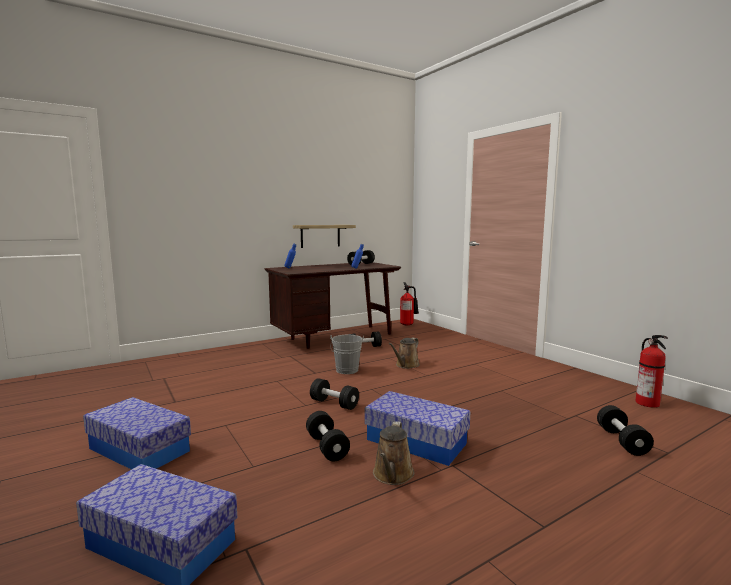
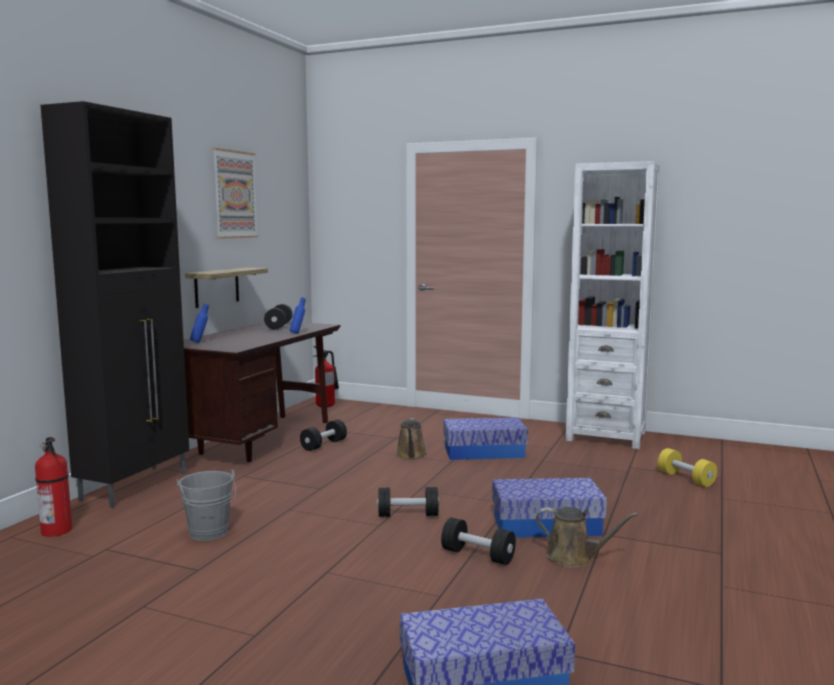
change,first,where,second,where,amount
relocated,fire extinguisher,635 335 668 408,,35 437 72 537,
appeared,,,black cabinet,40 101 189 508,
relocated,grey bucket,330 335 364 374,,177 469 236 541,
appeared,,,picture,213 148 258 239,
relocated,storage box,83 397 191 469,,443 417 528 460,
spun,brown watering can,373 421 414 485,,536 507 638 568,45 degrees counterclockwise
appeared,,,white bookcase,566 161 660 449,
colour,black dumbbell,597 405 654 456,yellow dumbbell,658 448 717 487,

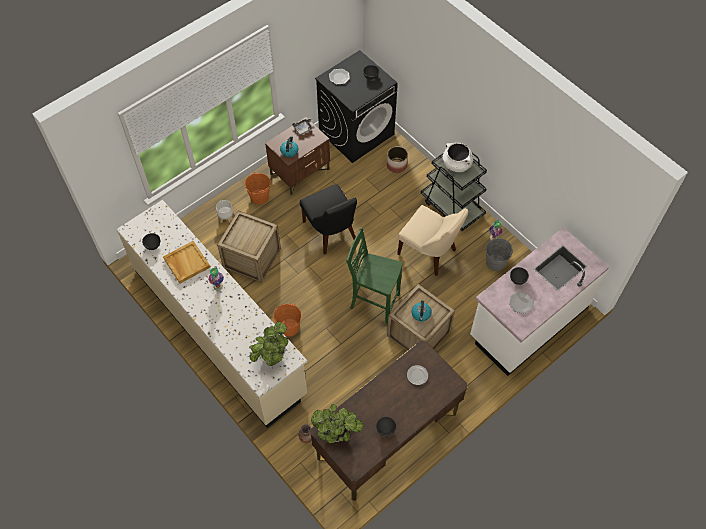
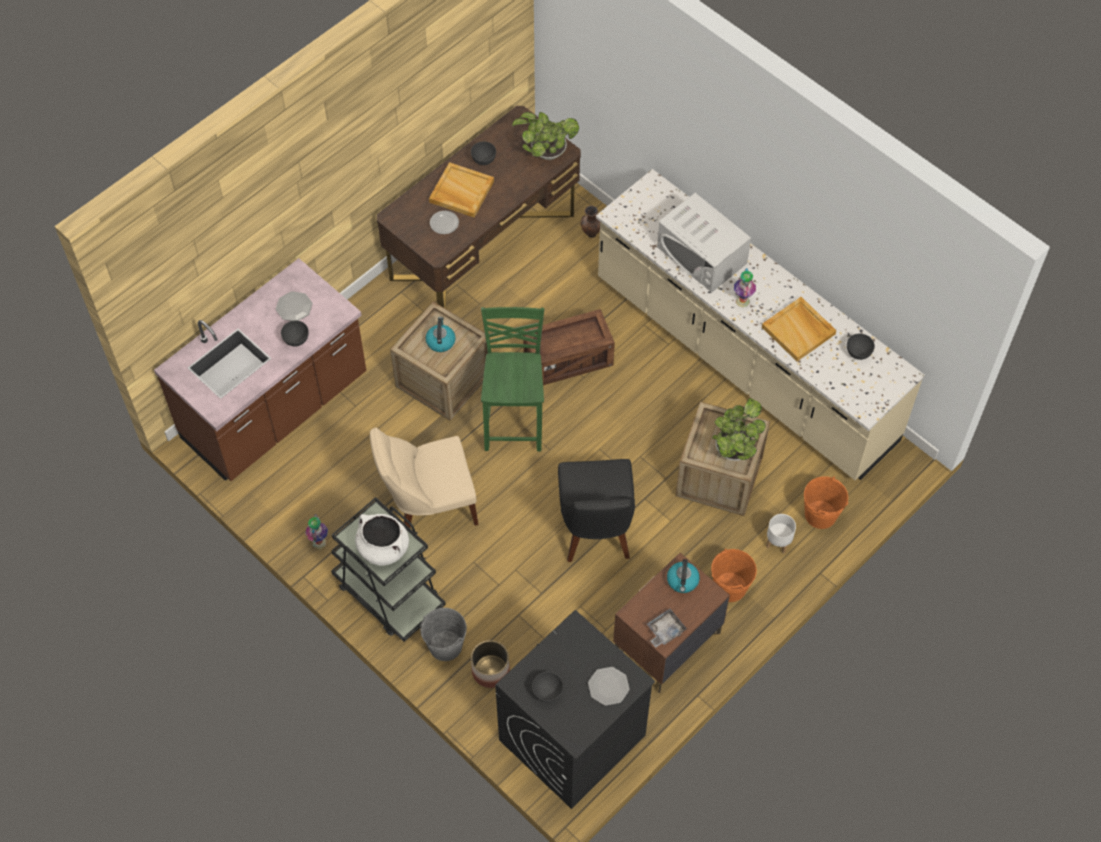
change,first,where,second,where,amount
colour,white counter,470 228 609 376,brown counter,154 258 366 481,
spun,beige chair,397 205 468 276,,370 427 478 528,45 degrees counterclockwise
relocated,grey bucket,486 238 513 271,,420 608 467 661,
appeared,,,beige tray,429 162 494 218,
spun,green chair,346 228 402 324,,481 307 545 451,105 degrees counterclockwise
appeared,,,crate,523 309 615 385,
spun,black chair,300 184 357 255,,558 459 635 562,150 degrees counterclockwise
appeared,,,white microwave,657 193 751 292,
relocated,potted plant,249 322 288 366,,712 398 766 461,
relocated,orange bucket,273 304 302 337,,804 476 848 529,

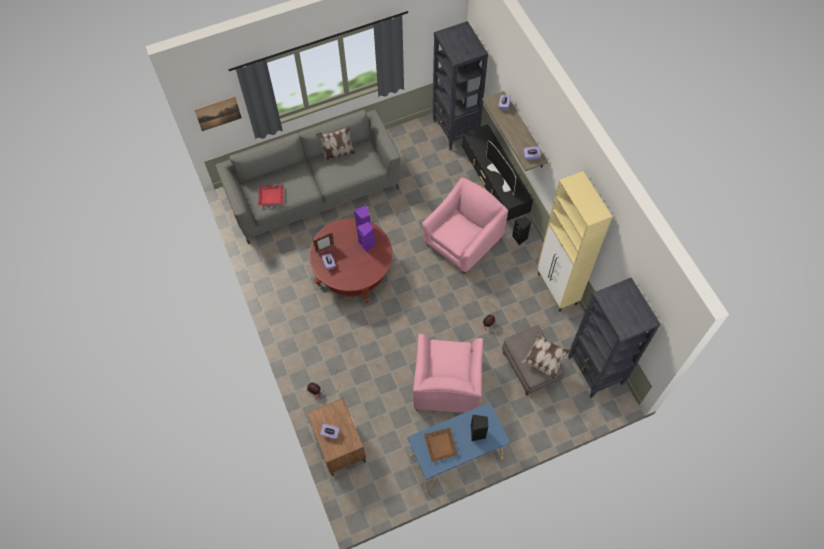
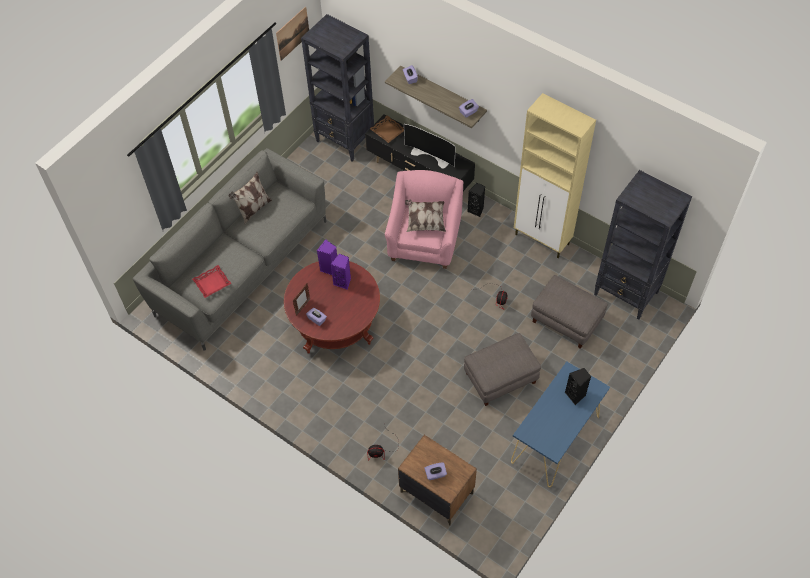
change,first,where,second,where,amount
relocated,picture,194 96 242 131,,276 6 309 61,
relocated,brown tray,424 427 458 462,,370 115 404 143,
relocated,pillow,521 332 571 380,,405 200 446 232,
exchanged,pink armchair,413 334 483 413,grey ottoman,464 333 541 406,

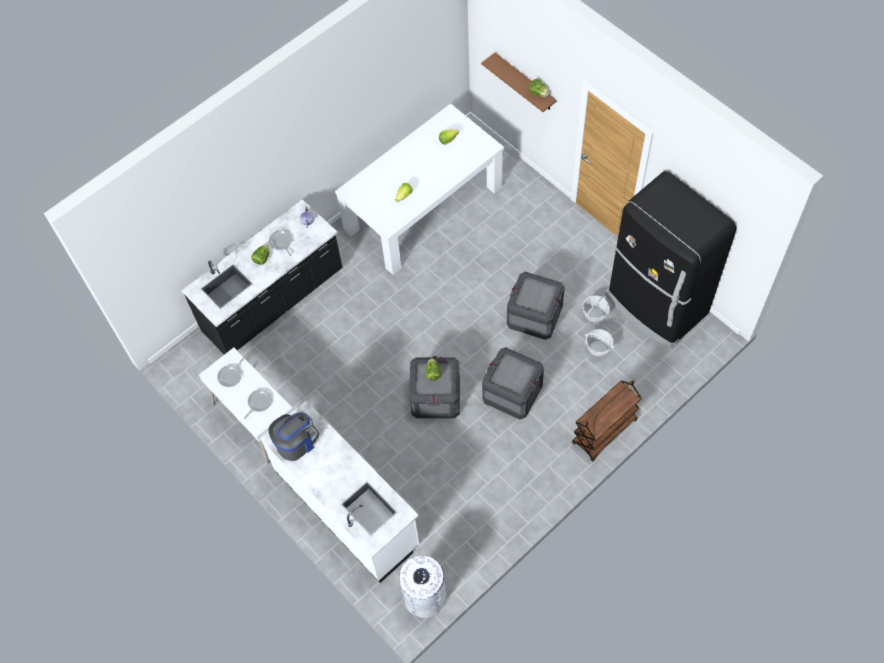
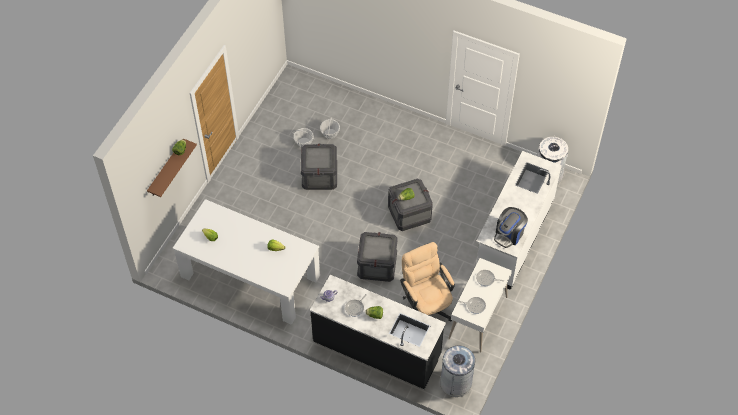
change,first,where,second,where,amount
relocated,crate,482 347 544 420,,357 232 398 282,
appeared,,,beige office chair,400 242 455 321,
appeared,,,grey trash can,440 346 475 397,
spun,coffee machine,269 411 319 461,,494 207 528 248,75 degrees counterclockwise
missing,brown cart,572 380 642 462,,,
missing,black fridge,605 171 736 349,,,

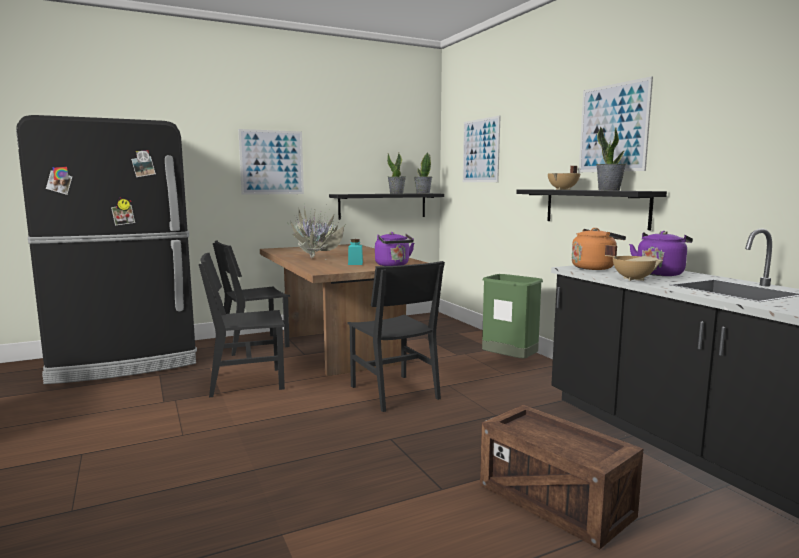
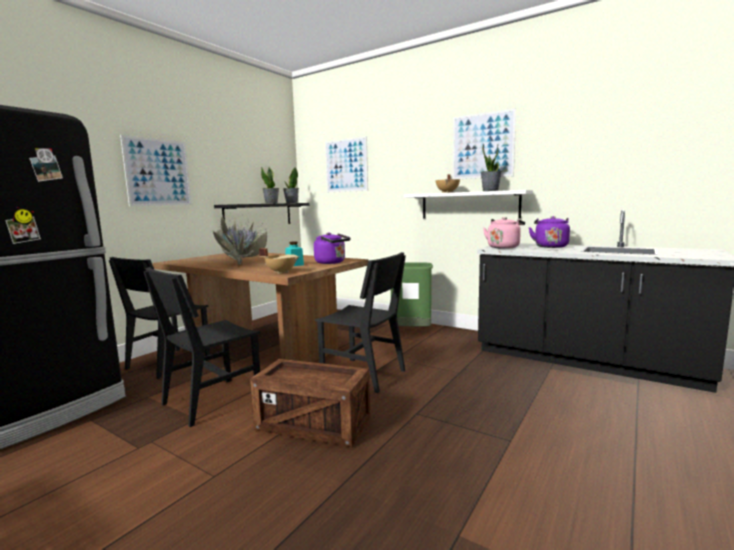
change,first,where,second,where,amount
relocated,crate,480 405 643 550,,250 359 370 447,
relocated,beige cooking pot,605 245 663 281,,259 248 299 274,
colour,black shelf,516 189 667 230,white shelf,404 190 533 219,
colour,orange kettle,572 228 626 270,pink kettle,483 217 525 249,

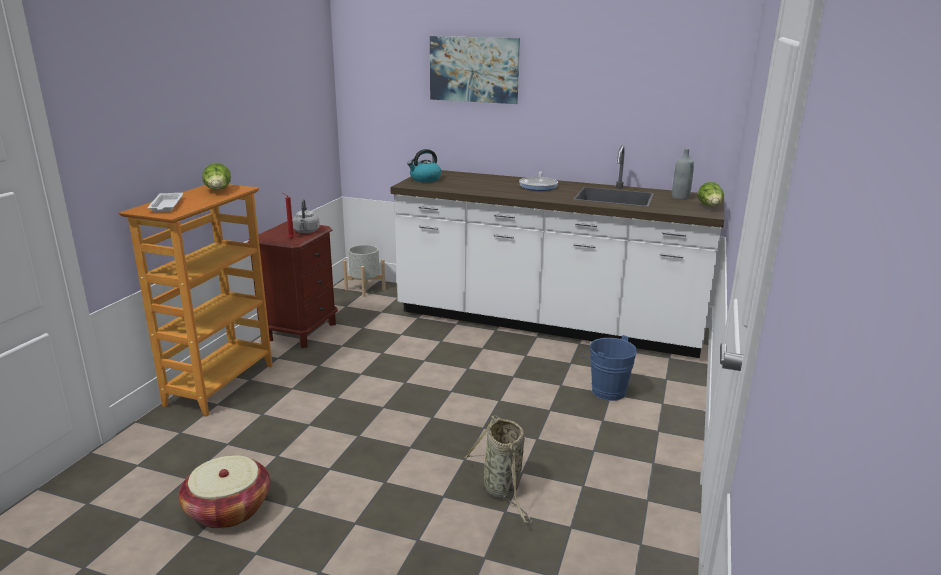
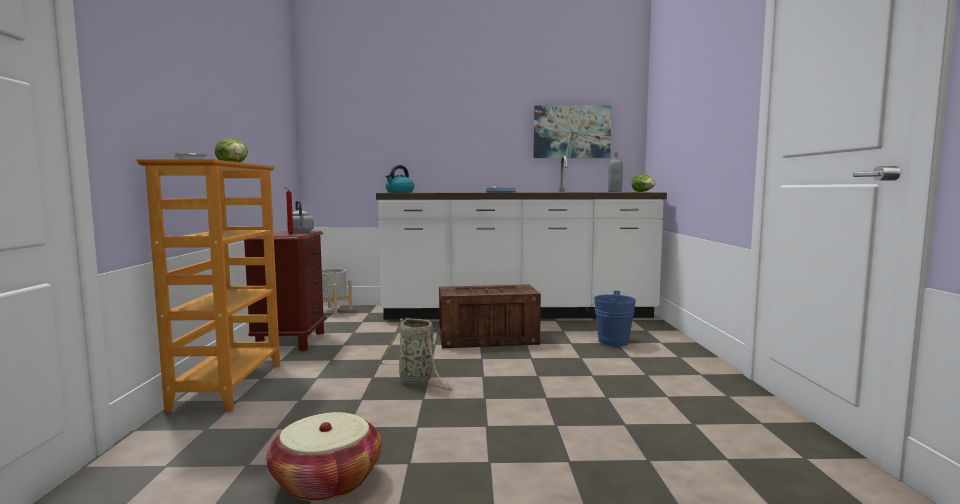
change,first,where,second,where,amount
relocated,basket,464 416 532 523,,378 317 452 391,
appeared,,,crate,439 284 541 348,
relocated,picture,430 36 520 104,,533 106 612 158,

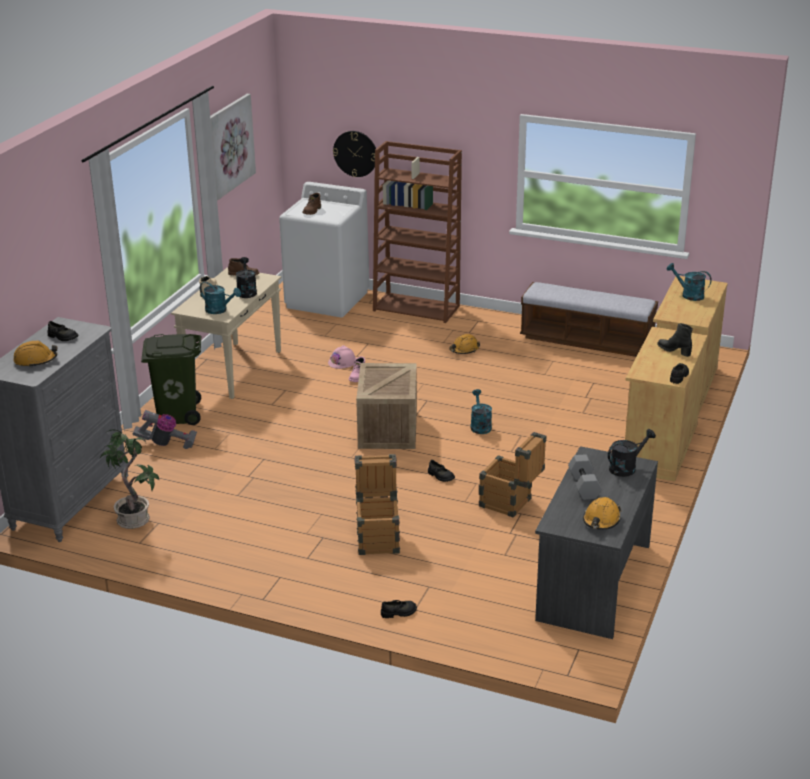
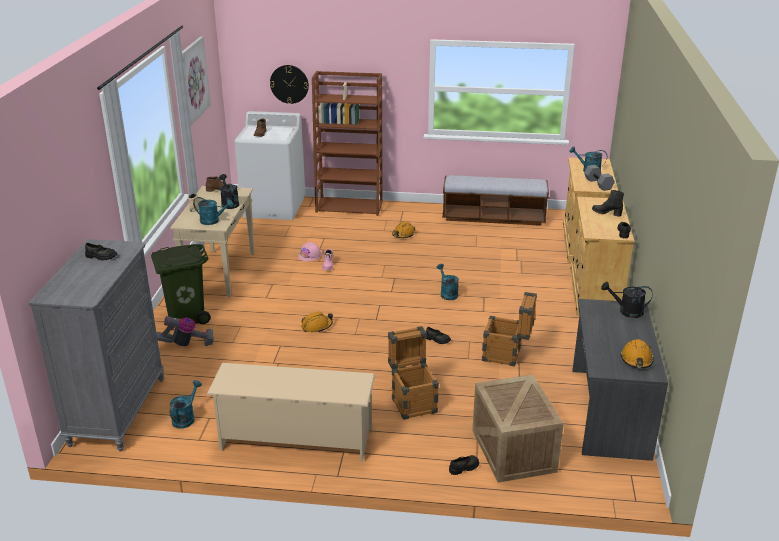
change,first,where,second,where,amount
exchanged,potted plant,100 429 159 529,turquoise watering can,170 380 202 429,
appeared,,,beige shoe rack,206 363 375 462,
relocated,orange hard hat,13 341 57 367,,301 312 333 332,
relocated,crate,356 363 417 449,,472 375 564 483,
relocated,grey dumbbell,568 454 602 500,,584 165 615 191,
spun,black watering can,608 429 656 477,,601 282 653 318,120 degrees counterclockwise

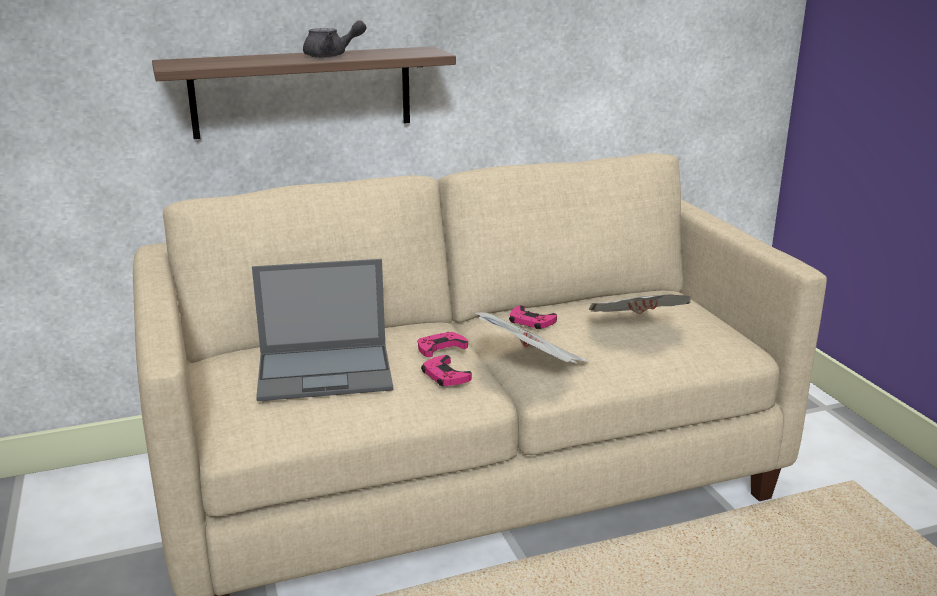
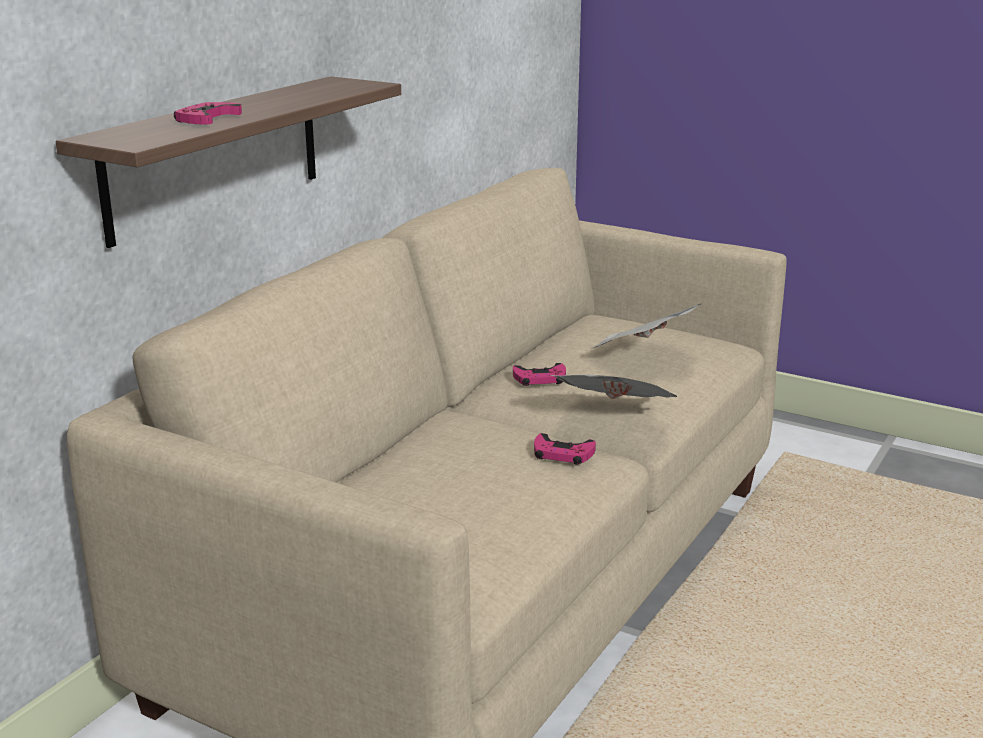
change,first,where,second,where,amount
relocated,pink game controller,418 332 468 357,,174 102 242 125,
missing,laptop,252 259 393 401,,,
missing,grey teapot,303 20 367 58,,,

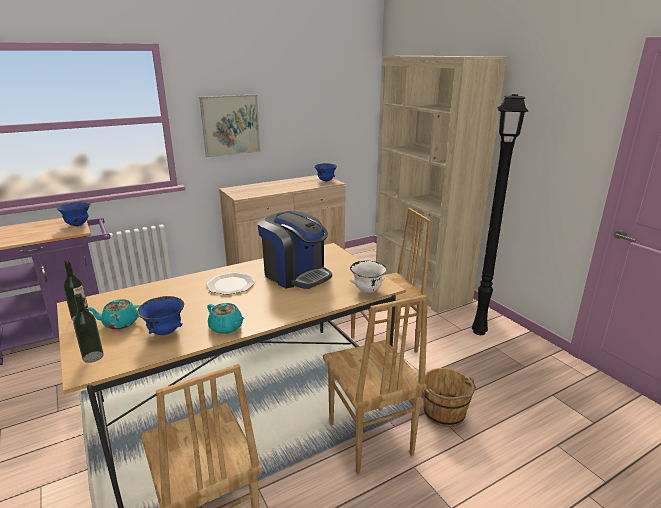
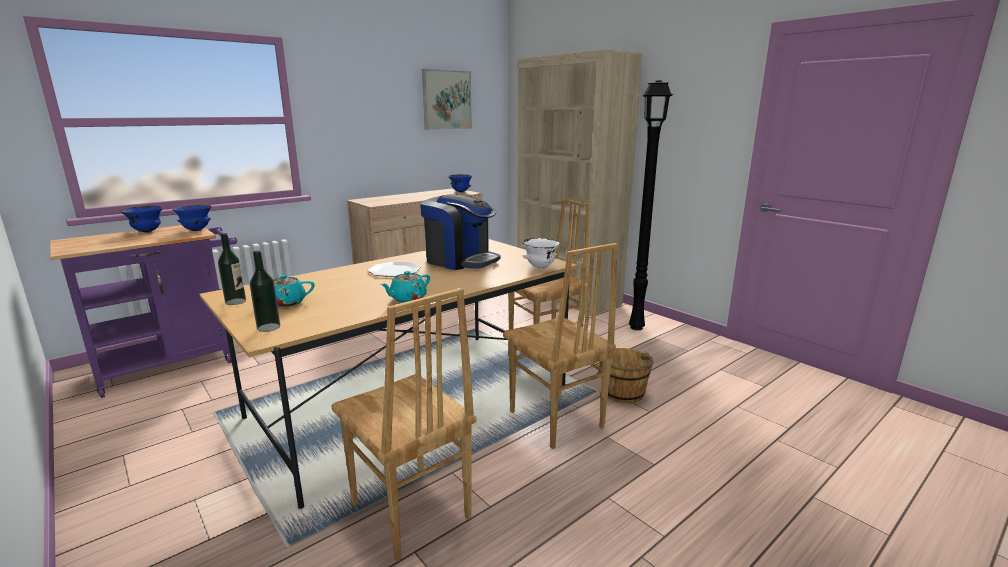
change,first,where,second,where,amount
relocated,blue bowl,137 296 184 335,,120 206 163 232,
spun,turquoise teapot,207 303 245 334,,381 271 430 303,105 degrees clockwise
relocated,picture,199 94 260 157,,422 69 472 130,

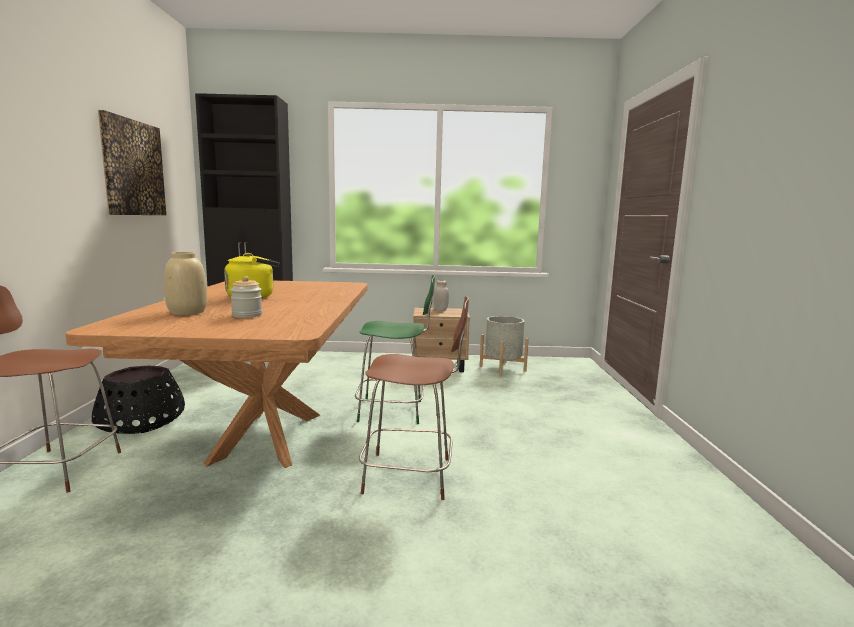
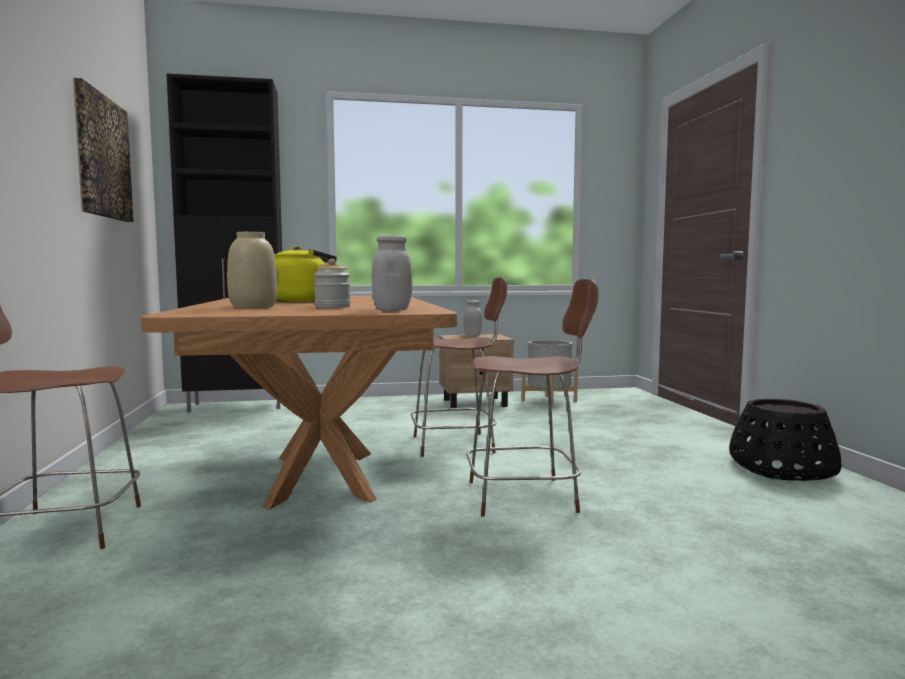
change,first,where,second,where,amount
appeared,,,white jar,372 235 412 311,
colour,green chair,355 275 435 424,brown chair,411 278 507 457,
relocated,black planter,92 366 185 434,,729 399 842 481,

